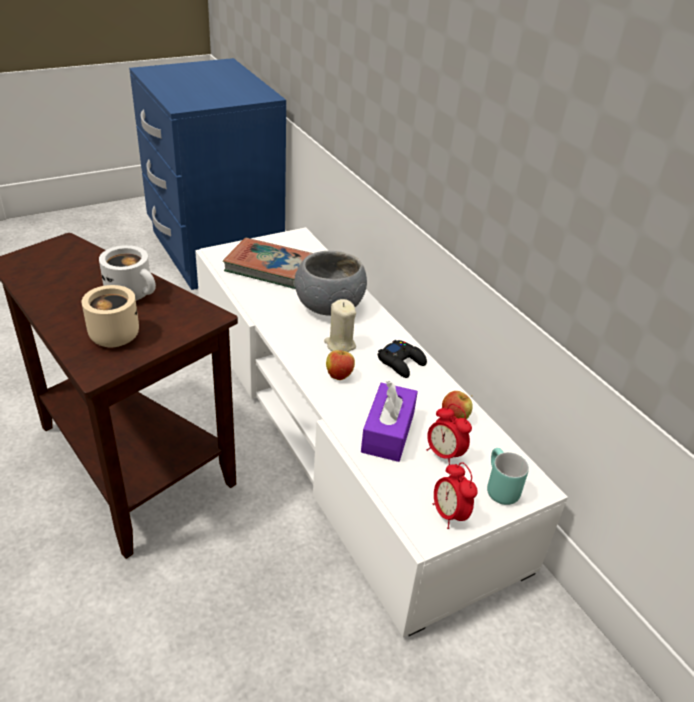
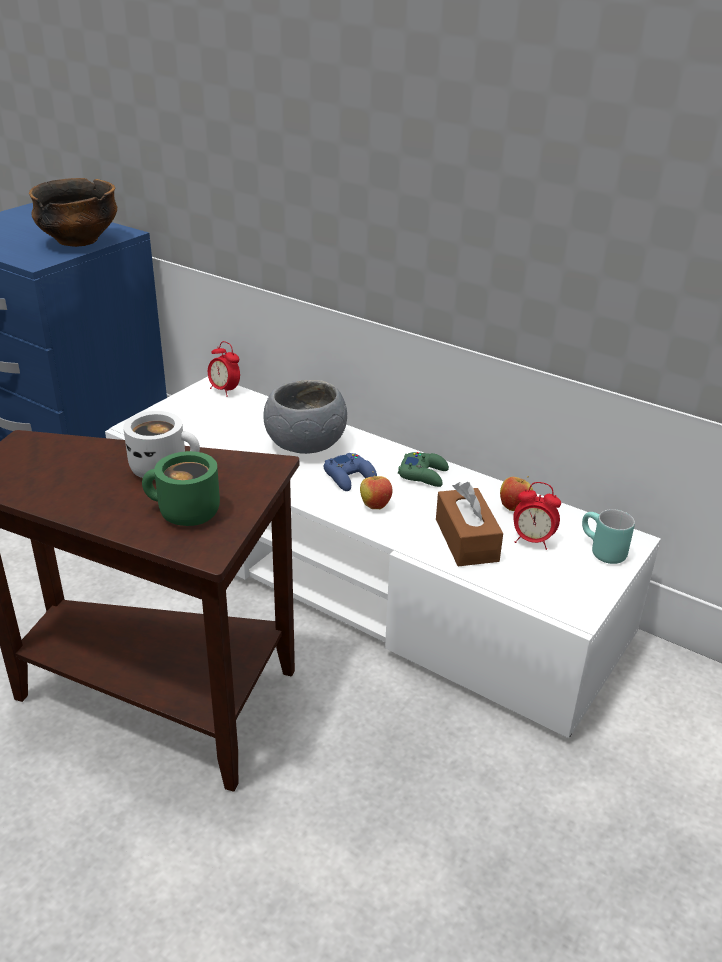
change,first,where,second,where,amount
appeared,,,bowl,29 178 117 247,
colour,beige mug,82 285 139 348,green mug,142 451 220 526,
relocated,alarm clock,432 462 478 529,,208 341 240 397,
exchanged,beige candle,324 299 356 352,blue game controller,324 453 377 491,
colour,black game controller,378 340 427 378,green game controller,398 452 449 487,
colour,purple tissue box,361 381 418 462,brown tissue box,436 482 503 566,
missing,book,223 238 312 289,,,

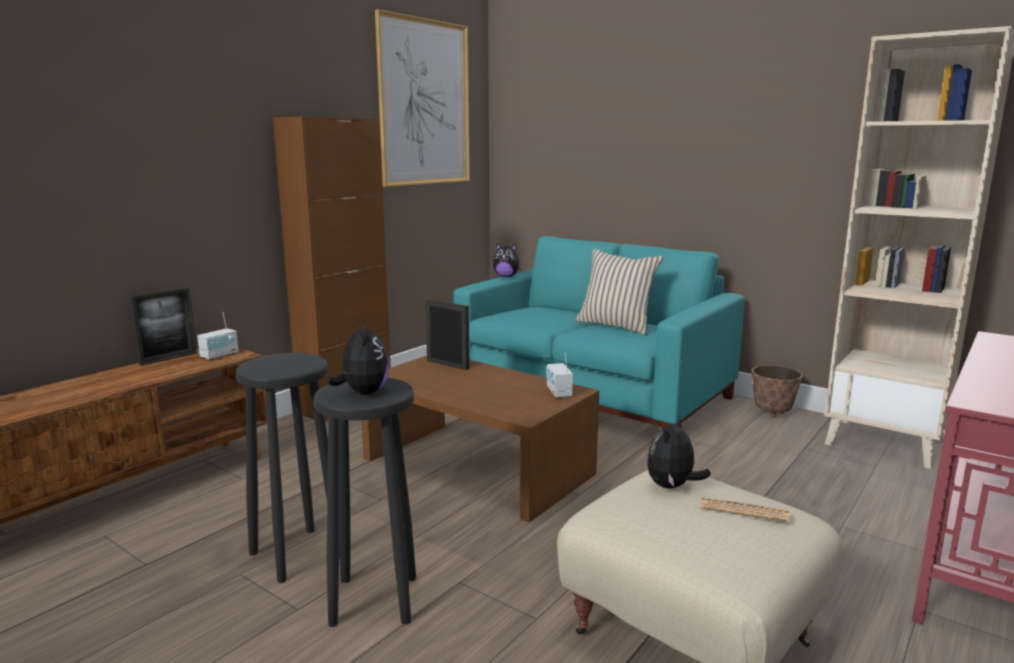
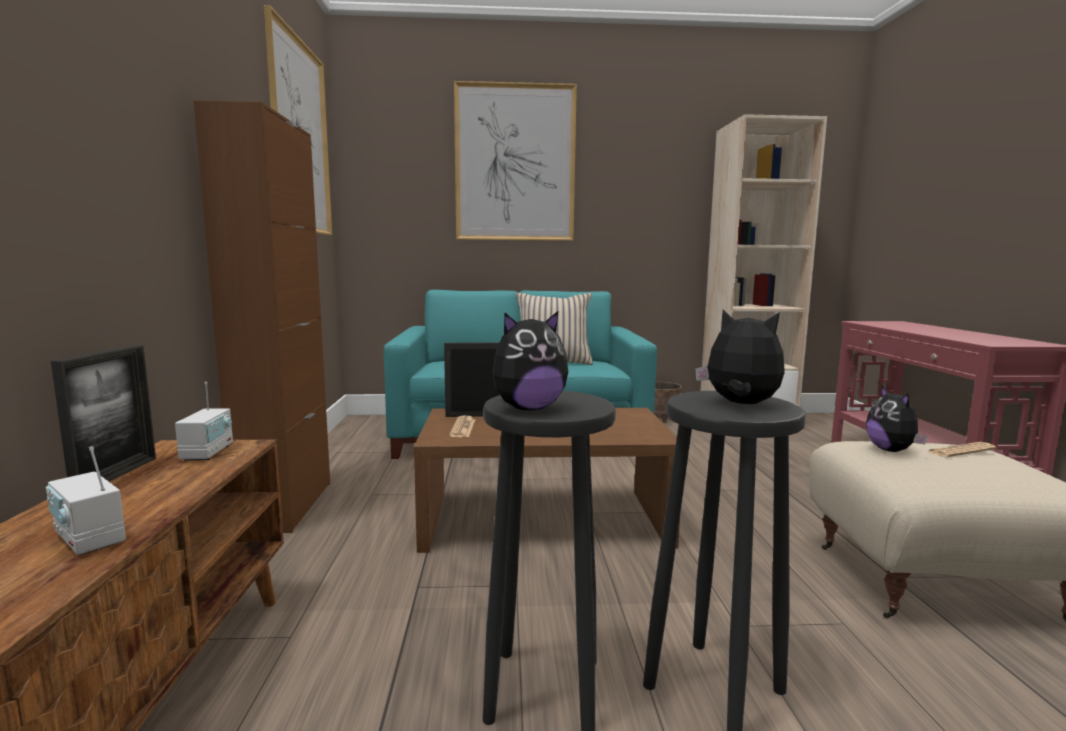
change,first,where,second,where,amount
relocated,radio,546 353 573 398,,46 446 126 556,
appeared,,,newspaper,449 415 476 437,
appeared,,,picture,454 81 577 241,
relocated,plush toy,493 243 523 277,,492 311 568 410,

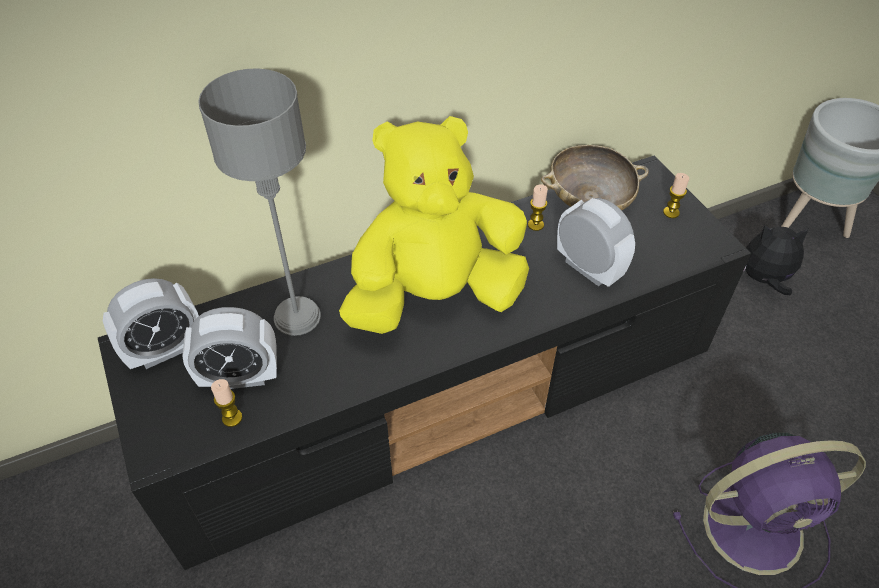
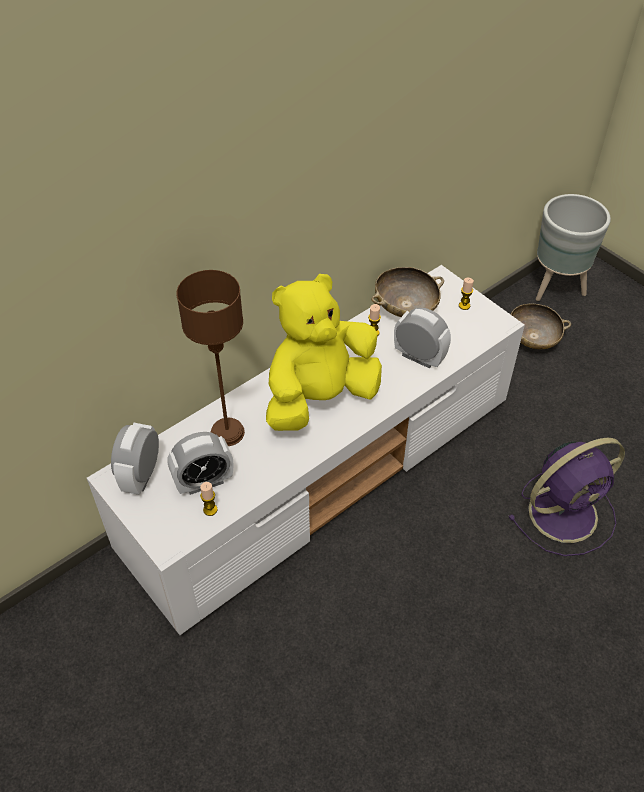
change,first,where,second,where,amount
colour,black tv stand,98 156 751 570,white tv stand,87 265 525 635,
spun,alarm clock,103 278 199 369,,111 422 159 495,150 degrees clockwise
colour,grey table lamp,198 68 321 336,brown table lamp,177 270 245 446,
exchanged,plush toy,743 225 809 295,beige bowl,511 304 571 349,

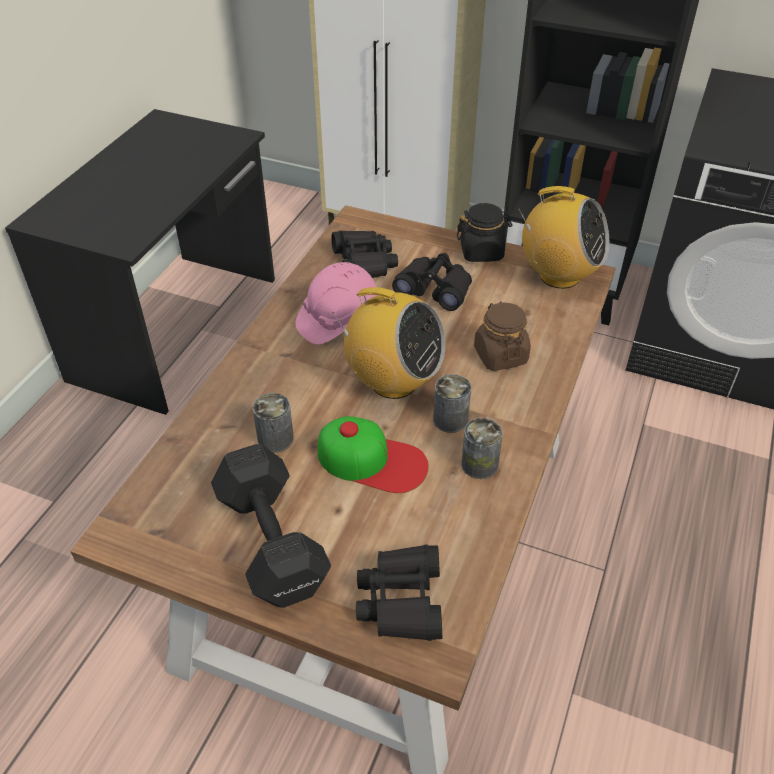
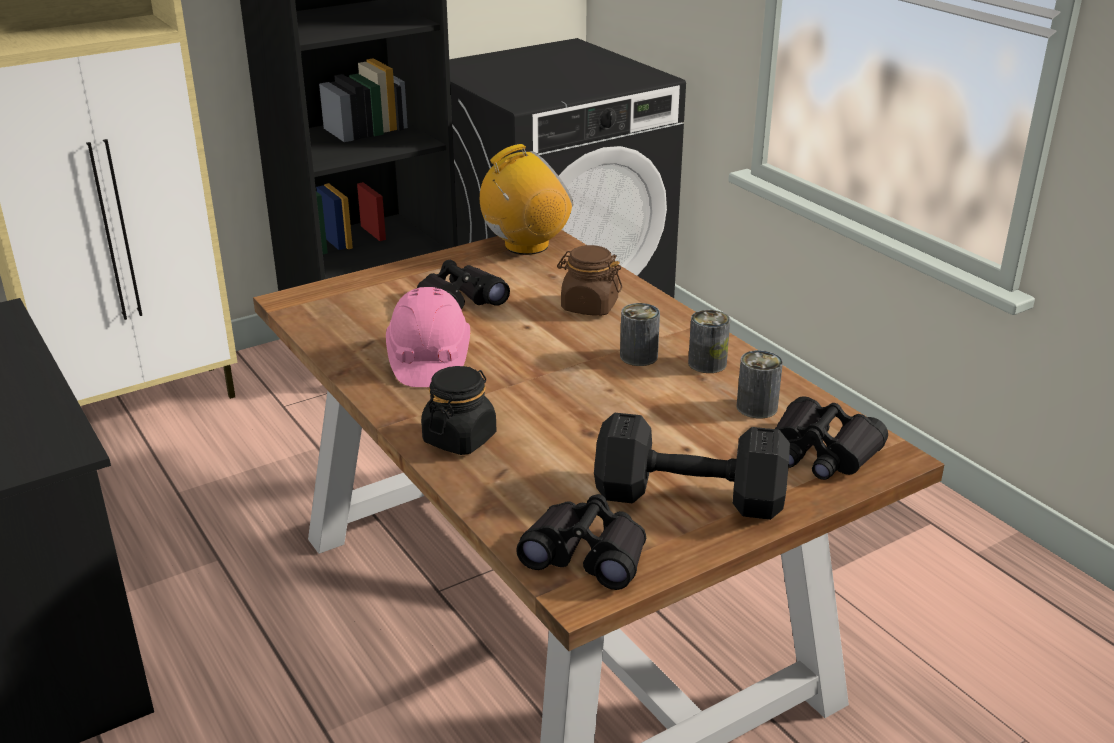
change,first,where,second,where,amount
relocated,black jar,457 203 512 262,,421 366 497 455,
relocated,black binoculars,331 231 398 278,,516 494 646 590,
relocated,can,253 393 294 453,,737 350 783 419,
missing,cap,318 416 429 493,,,
missing,radio,332 287 445 399,,,

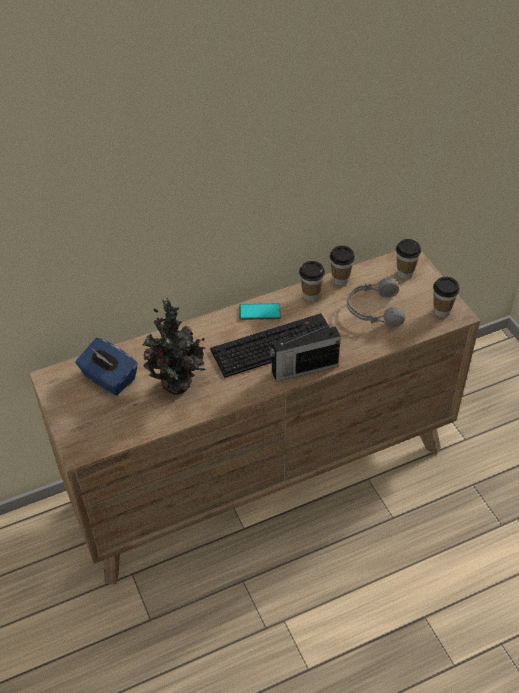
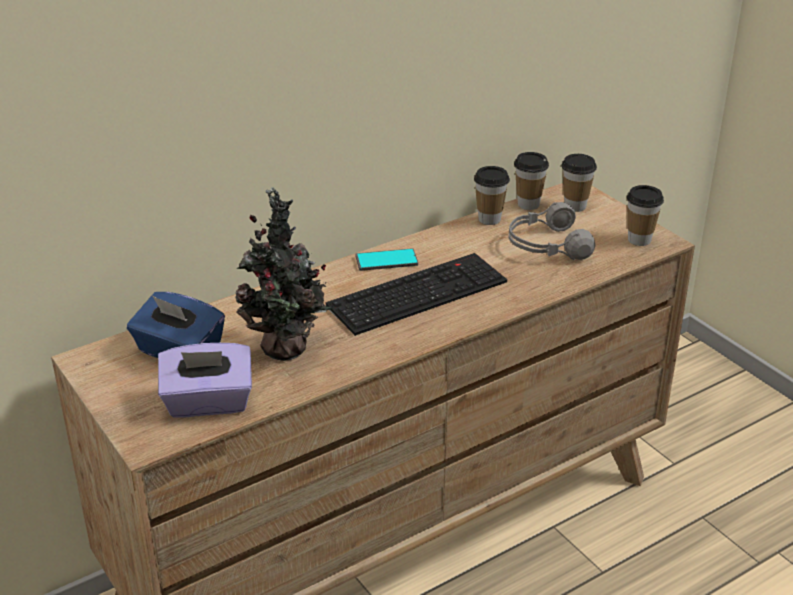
change,first,where,second,where,amount
appeared,,,purple tissue box,158 343 252 418,
relocated,cup,299 261 325 301,,514 152 549 210,
missing,radio,270 325 341 382,,,

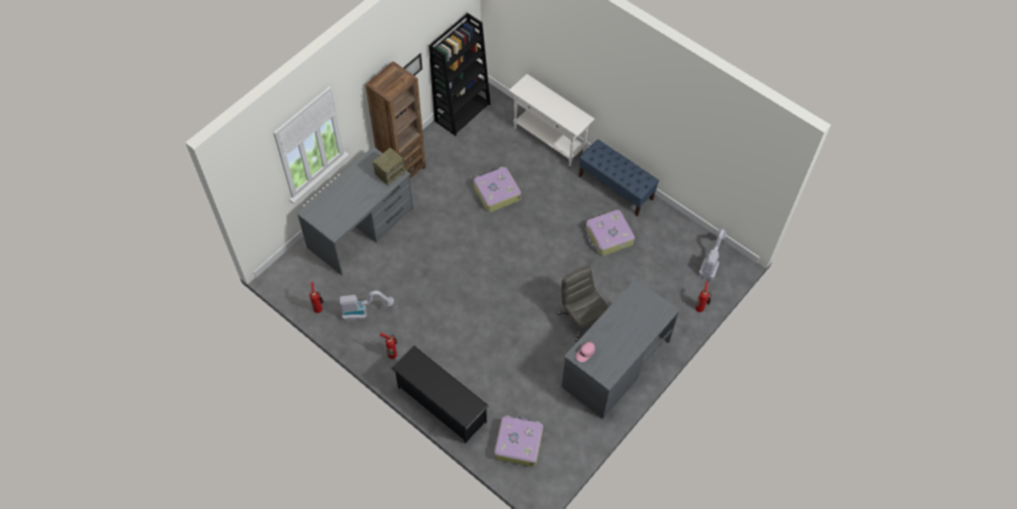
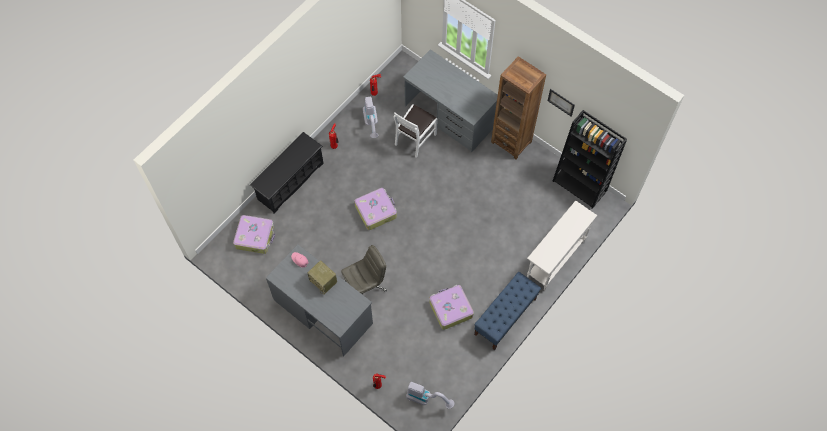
change,first,where,second,where,amount
relocated,radio,373 148 407 185,,307 260 337 295,
relocated,suitcase,473 167 521 212,,354 188 397 230,
appeared,,,white chair,393 104 438 158,

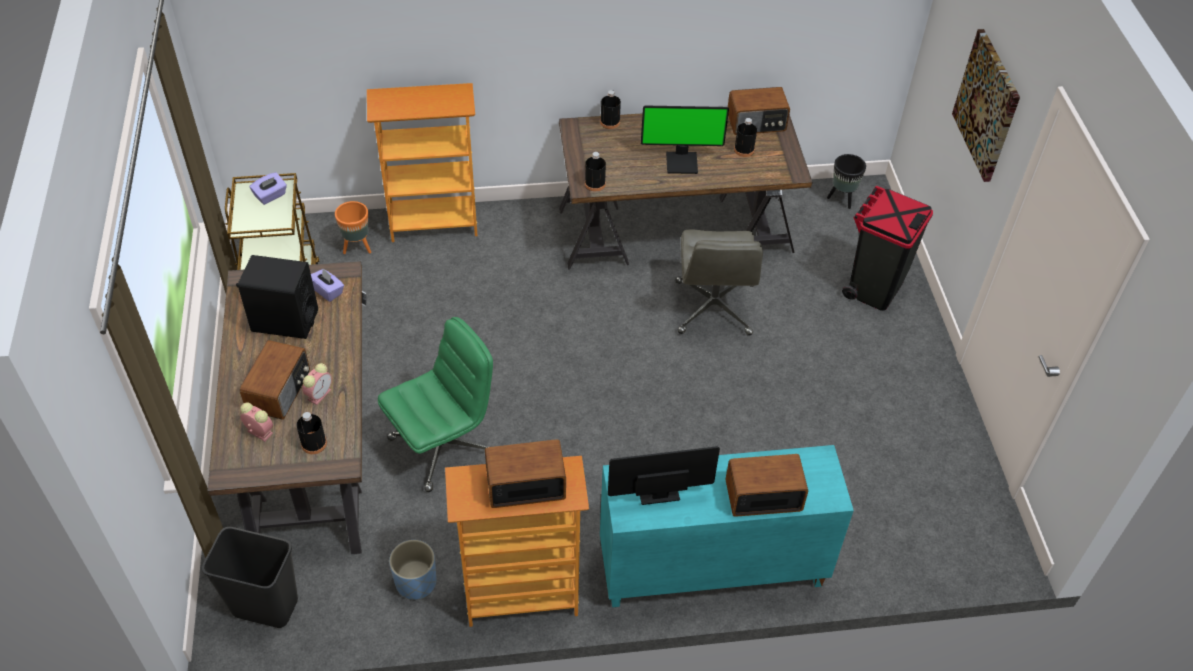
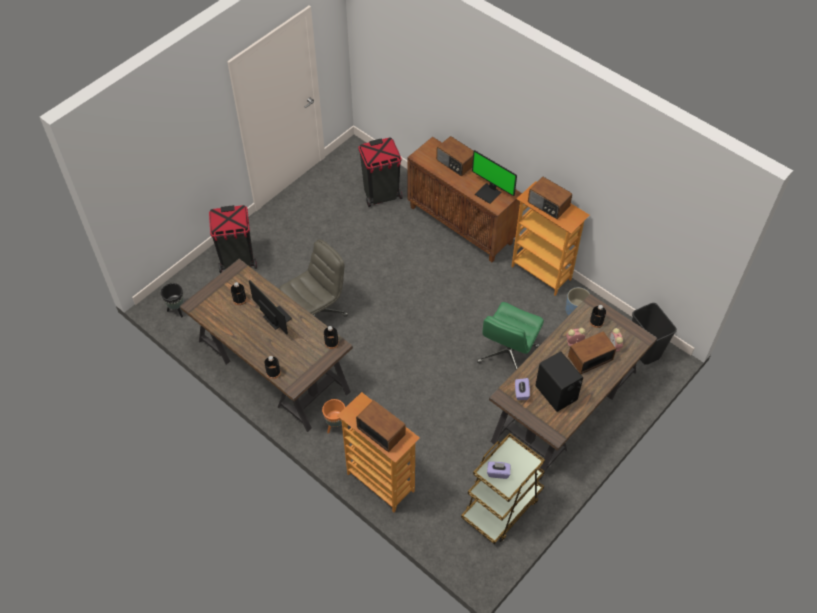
change,first,where,second,where,amount
relocated,orange planter,335 201 371 254,,322 399 345 433,
relocated,radio,728 87 790 135,,356 400 406 452,
appeared,,,black trash can,358 137 403 207,
colour,turquoise cabinet,600 445 854 607,brown cabinet,408 137 522 262,
spun,green office chair,378 317 493 492,,477 302 544 369,75 degrees counterclockwise
missing,picture,952 29 1020 182,,,

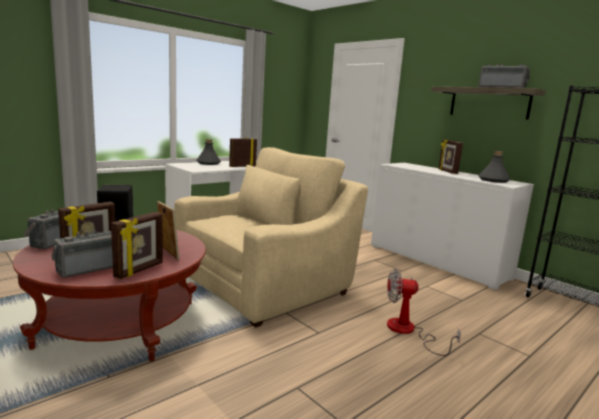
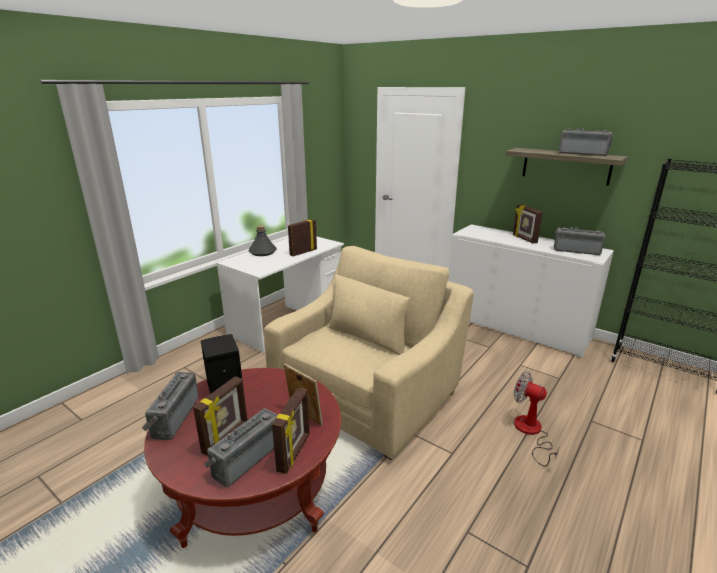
change,first,where,second,where,amount
spun,fan,387 269 461 356,,514 372 559 467,45 degrees clockwise
exchanged,grey bottle,478 151 511 183,radio,554 227 606 255,

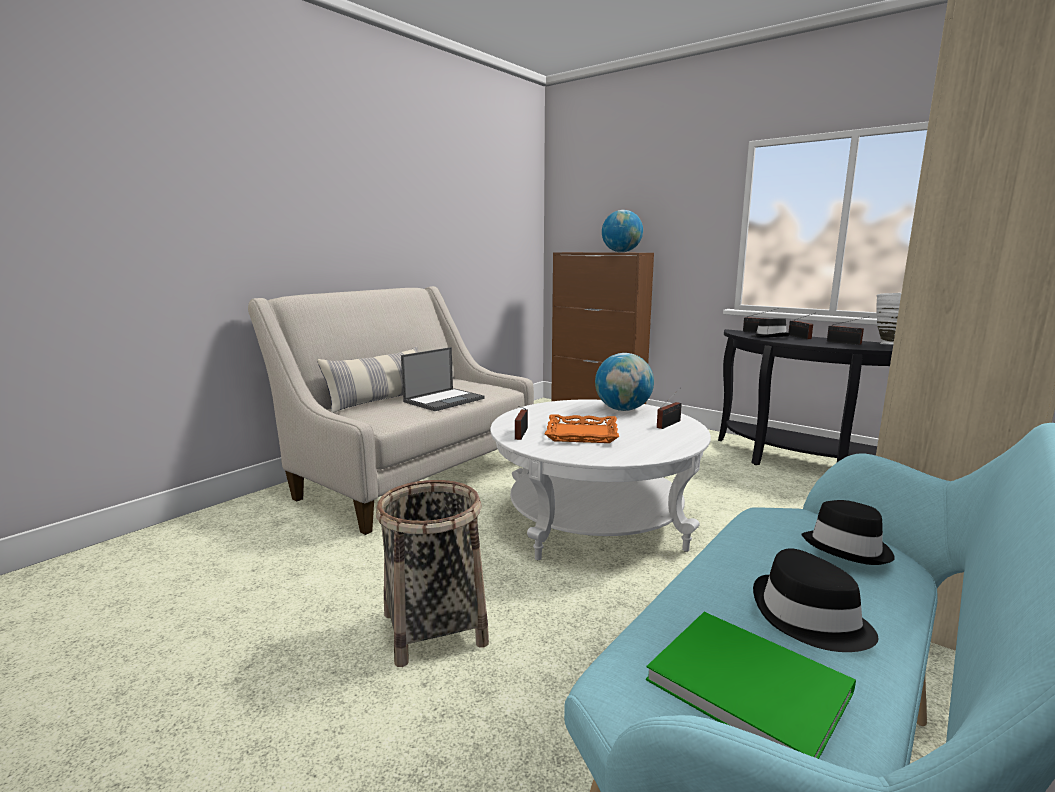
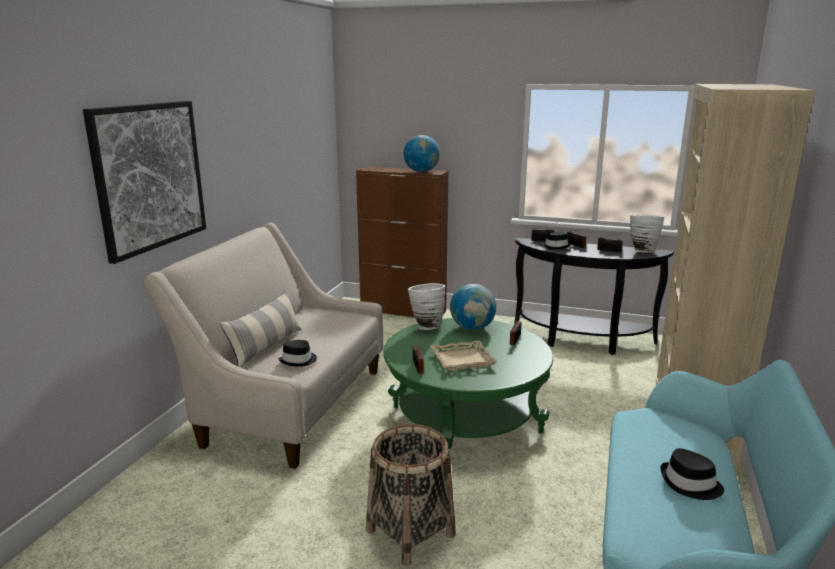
change,first,where,second,where,amount
appeared,,,picture,83 101 206 264,
relocated,black hat,801 500 895 565,,278 340 317 367,
colour,white coffee table,490 399 711 560,green coffee table,383 318 553 451,
appeared,,,white vase,408 283 445 330,
colour,orange tray,545 414 619 443,beige tray,430 340 497 371,
missing,laptop,401 347 484 411,,,
missing,green book,646 612 856 759,,,

